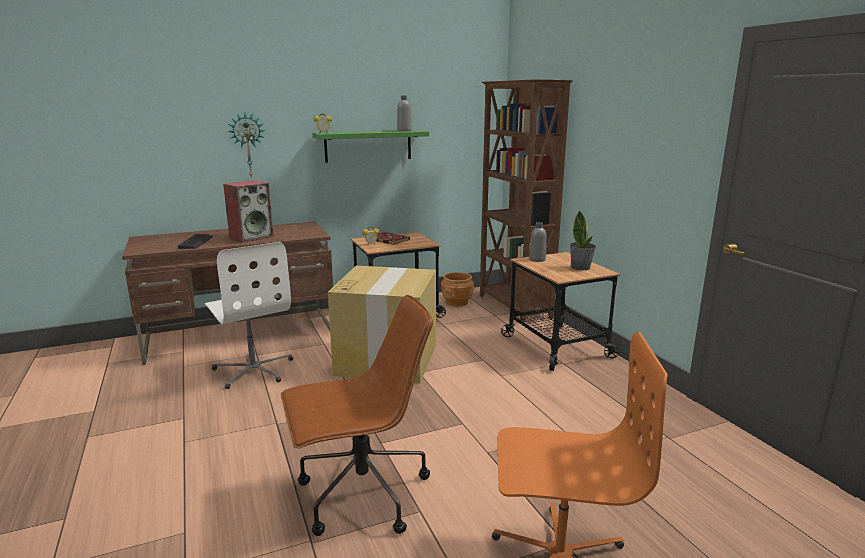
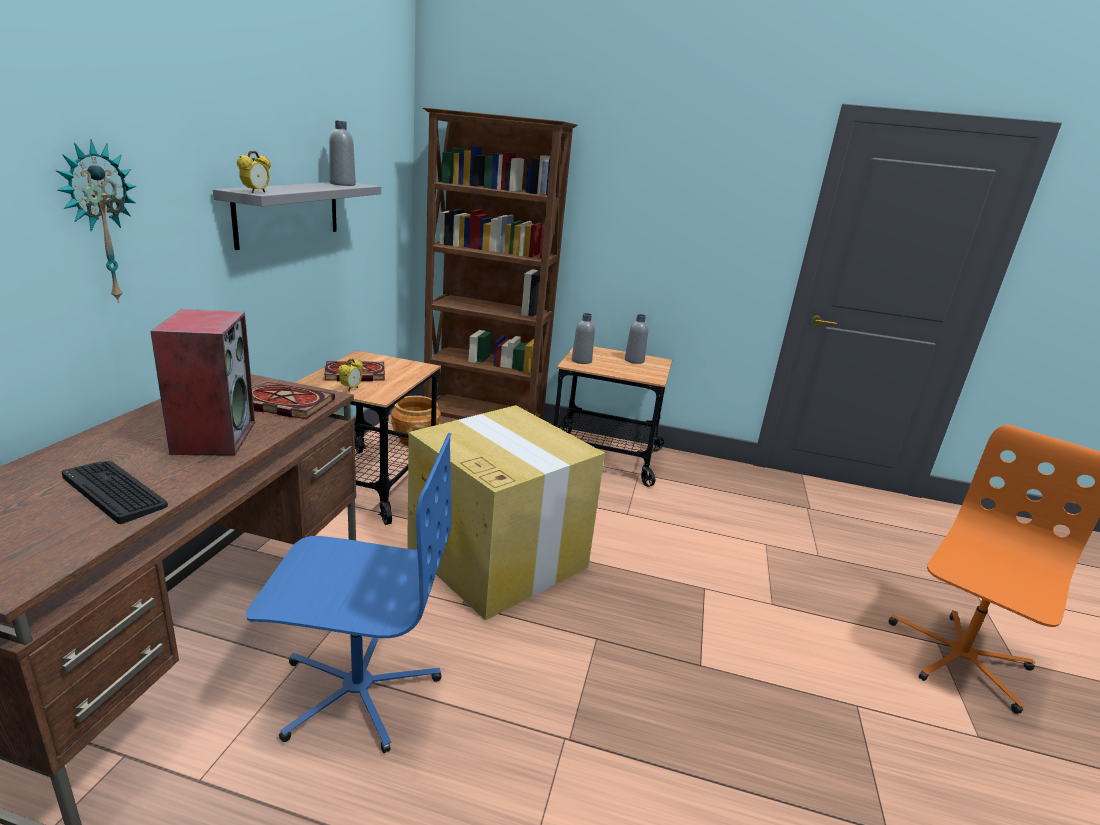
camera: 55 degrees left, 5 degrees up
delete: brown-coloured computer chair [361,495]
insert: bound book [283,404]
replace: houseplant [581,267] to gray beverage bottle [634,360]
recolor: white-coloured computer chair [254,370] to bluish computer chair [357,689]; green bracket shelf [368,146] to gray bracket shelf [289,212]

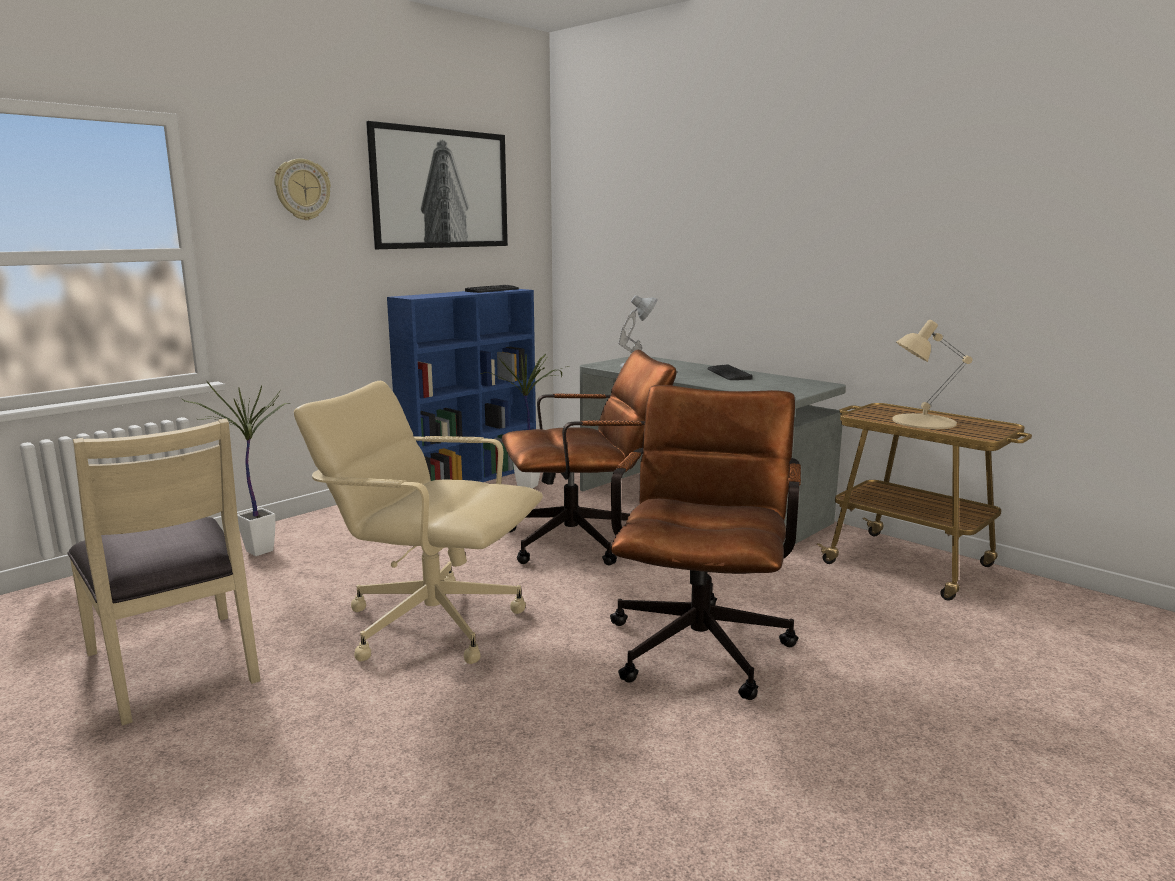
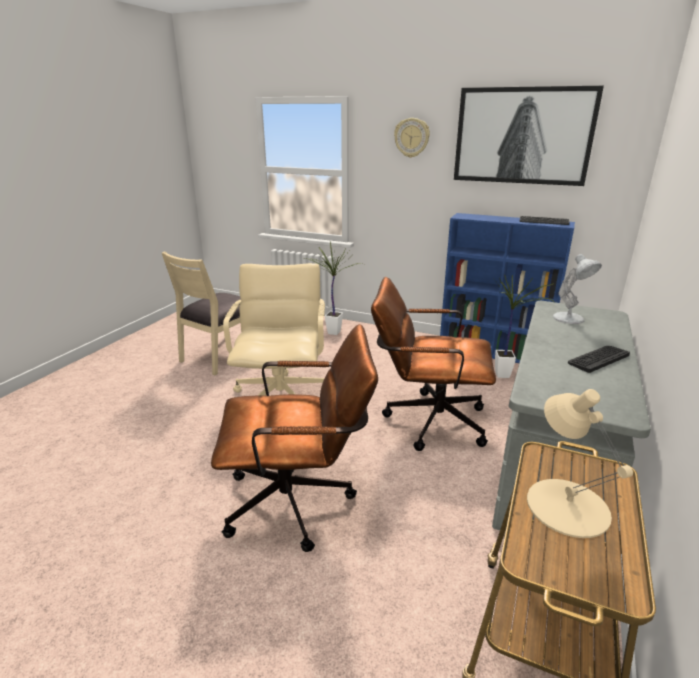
camera: 70 degrees right, 10 degrees up
rotate: brown-coloured computer chair [585,540] = [426,420] 135 degrees clockwise

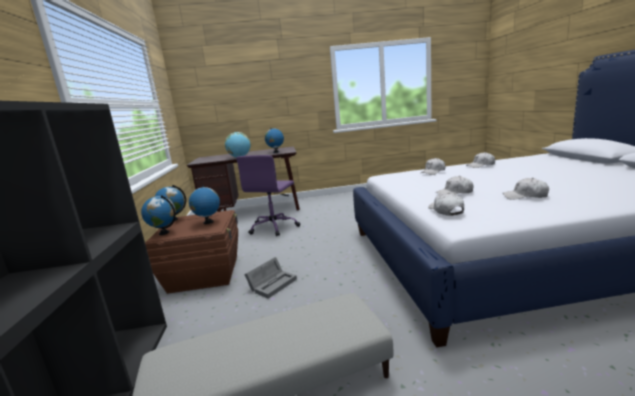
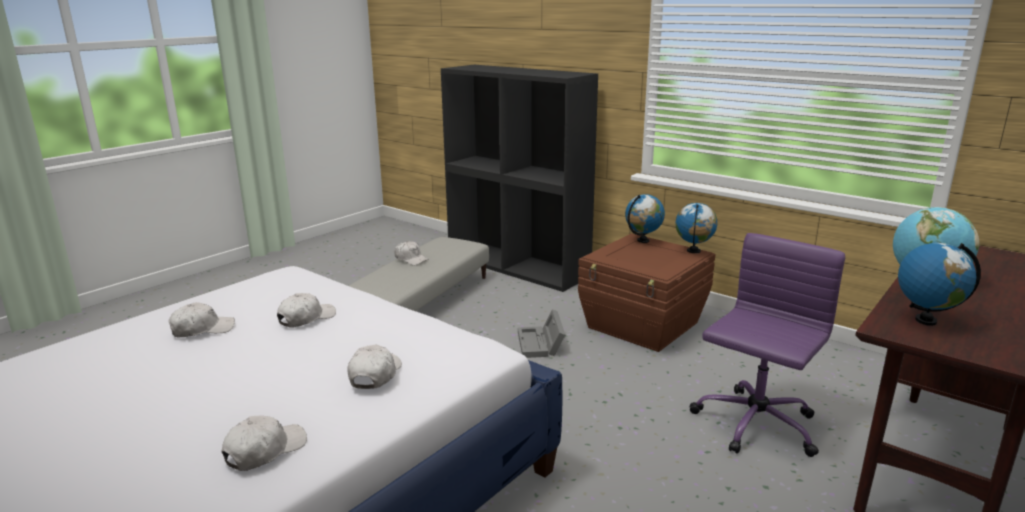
camera: 135 degrees right, 5 degrees up
delete: globe [208,222]
move: white-coloured baseball cap [445,211] to [411,259]
rotate: purplish computer chair [274,227] = [754,425] 60 degrees clockwise

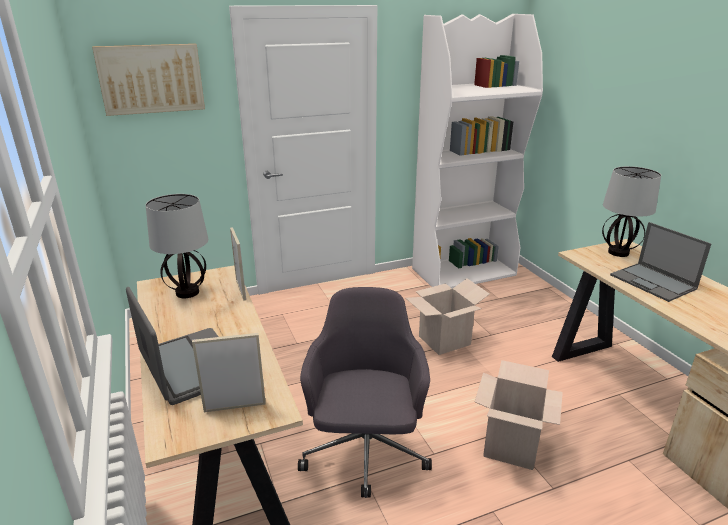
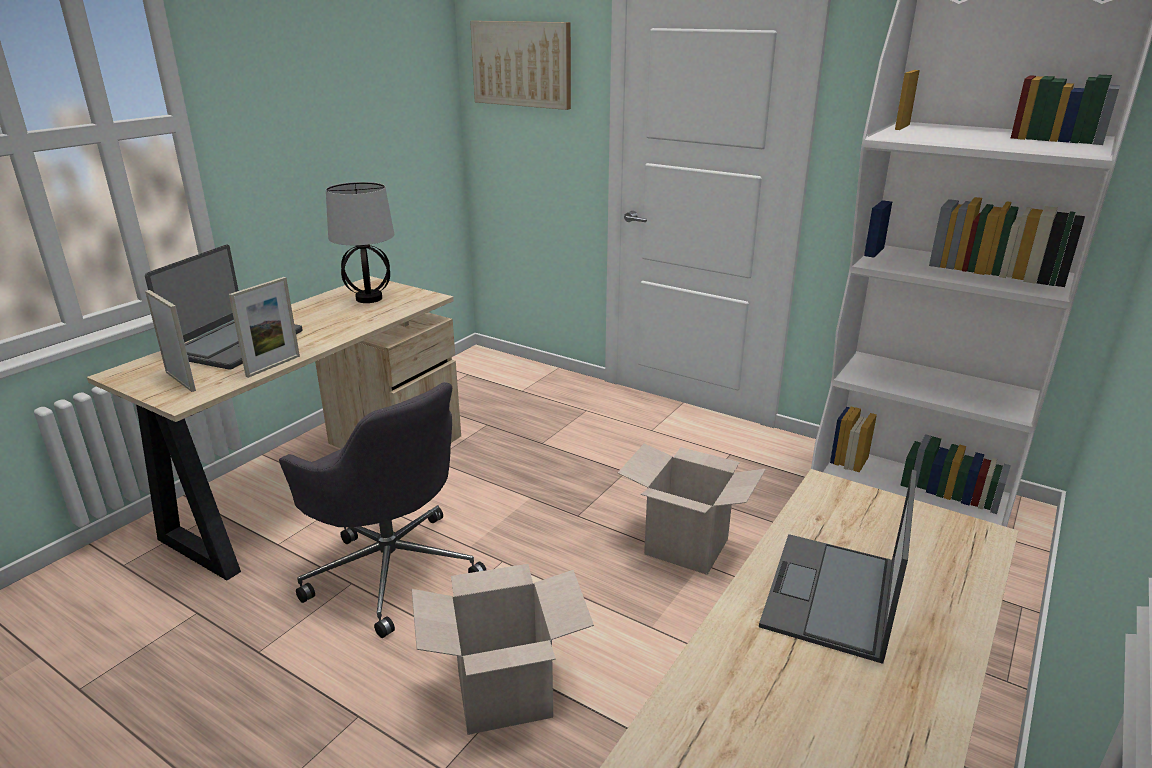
camera: 55 degrees right, 0 degrees up
delete: tabletop lamp [618,252]
move: photo frame [241,290] to [273,366]
rotate: gray computer chair [365,452] = [391,569] 75 degrees clockwise

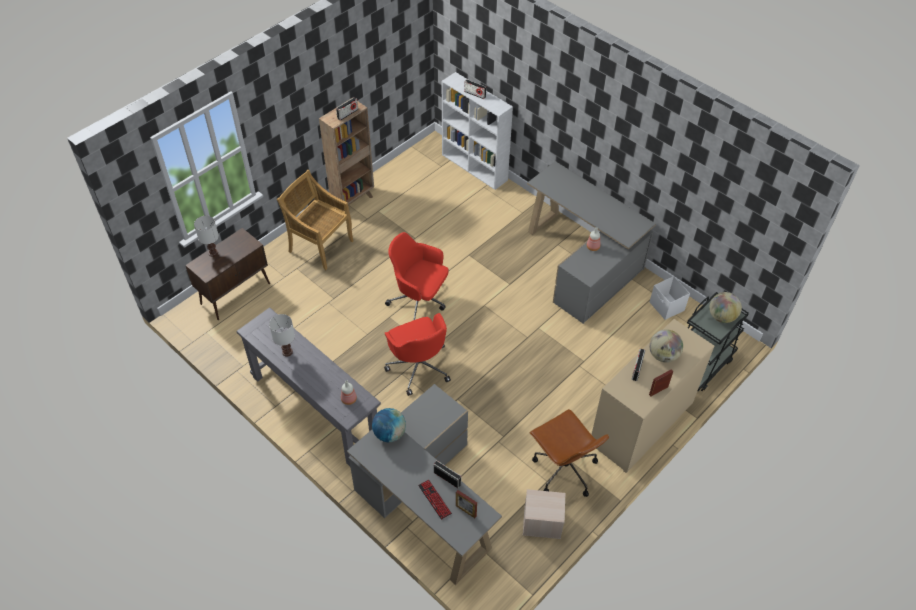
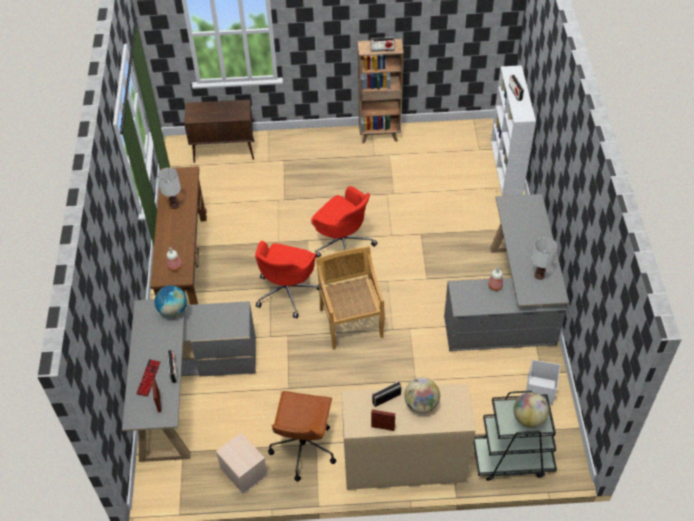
camera: 45 degrees right, 0 degrees up
move: white-coloured tabletop lamp [213,253] to [539,275]; sand-coloured chair [320,245] to [351,322]
recolor: gray narrow table [315,409] to brown-coloured narrow table [186,269]
rotate: red-coloured computer chair [419,300] = [343,243] 150 degrees clockwise

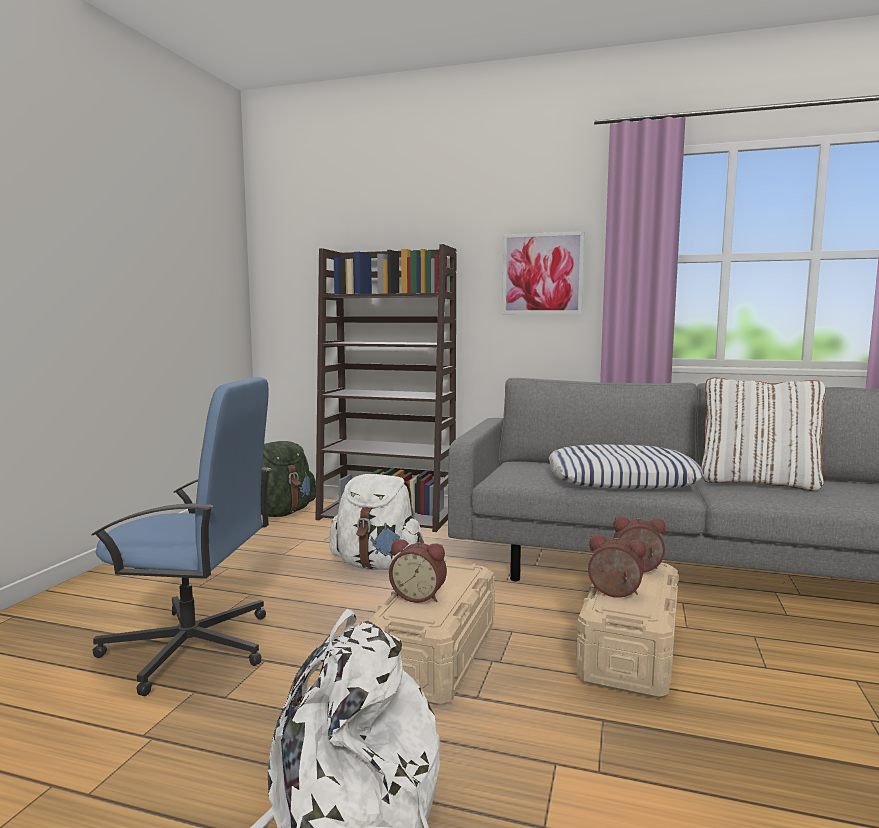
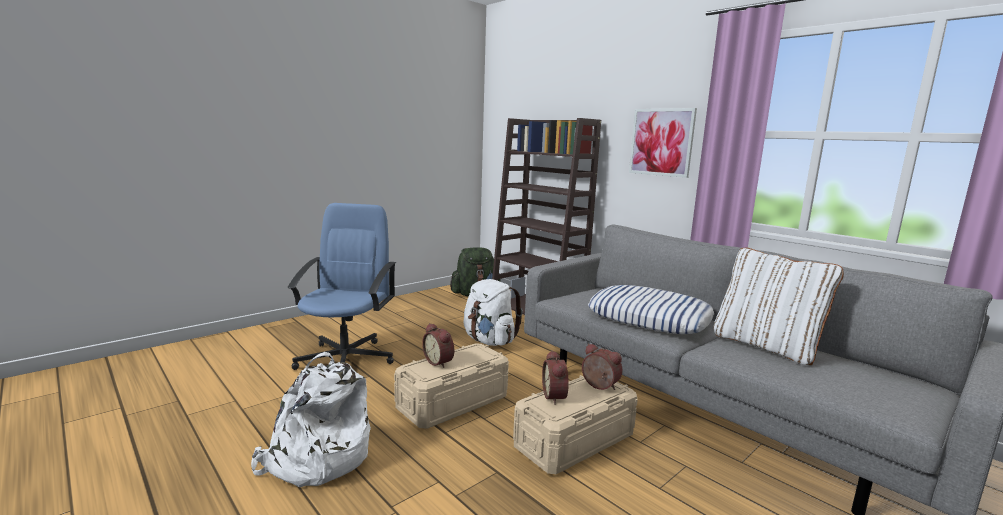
camera: 30 degrees right, 5 degrees up
rotate: bluish computer chair [192,648] = [346,359] 120 degrees counterclockwise; bedside clock [614,594] = [556,396] 150 degrees counterclockwise

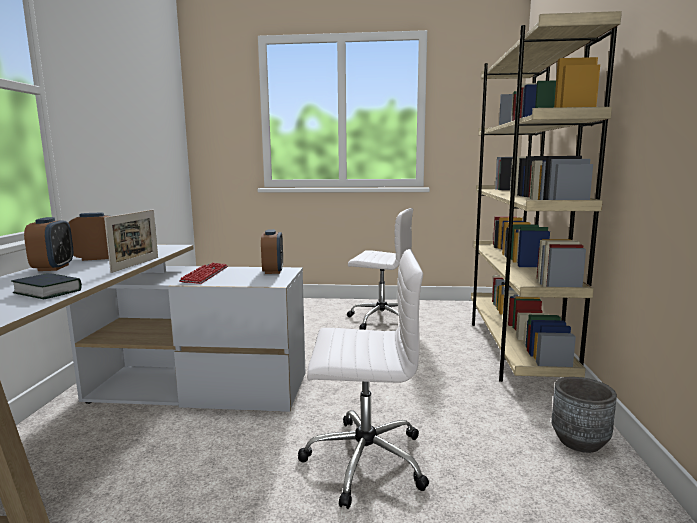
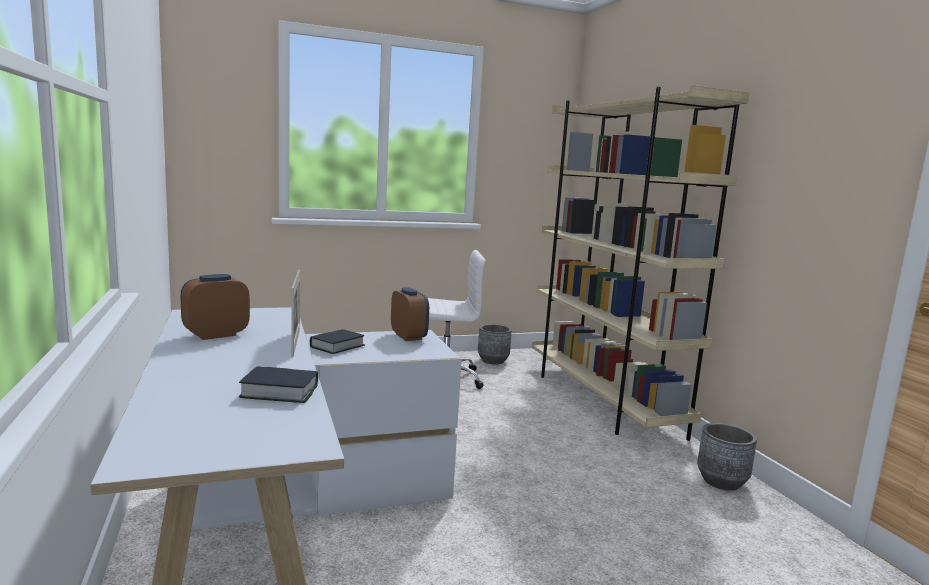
camera: 25 degrees left, 0 degrees up
delete: bedside clock [53,268]; white-coloured computer chair [363,460]
insert: gray plant pot [493,360]
replace: computer keyboard [205,275] to bound book [337,346]

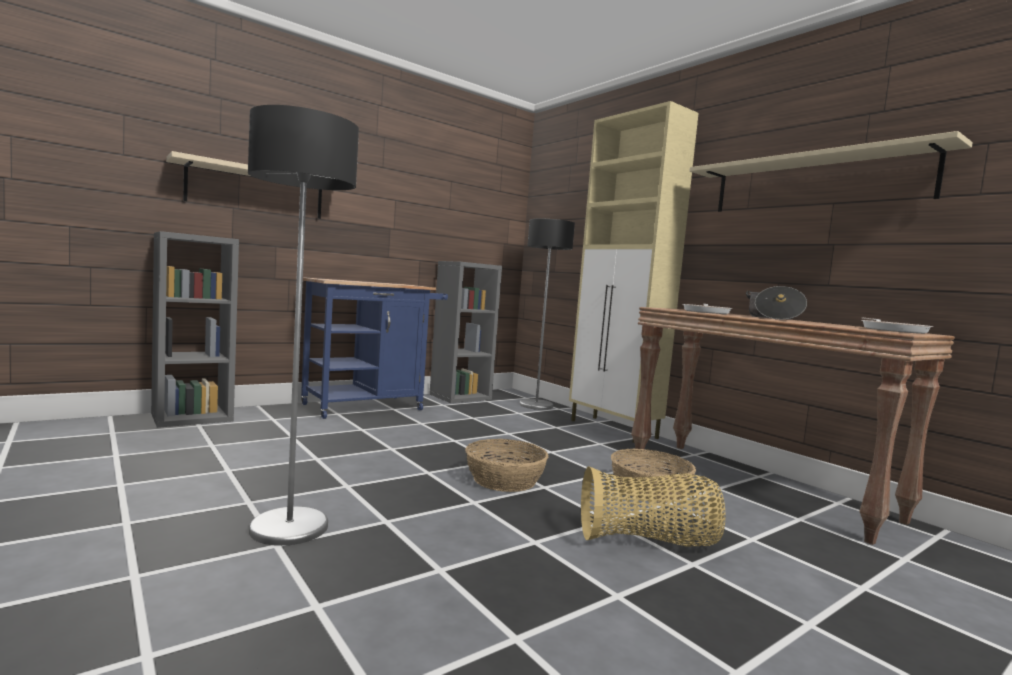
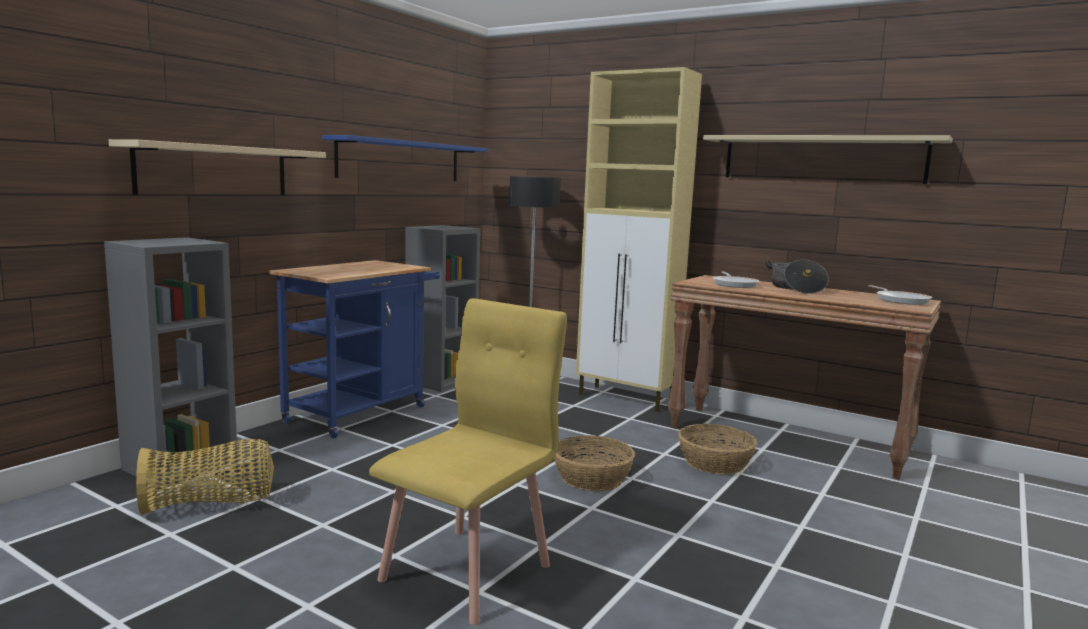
camera: 20 degrees left, 5 degrees up
insert: bluish bracket shelf [401,161]
move: household basket [648,541] to [210,504]
replace: standing lamp [290,528] to yellowish chair [468,572]

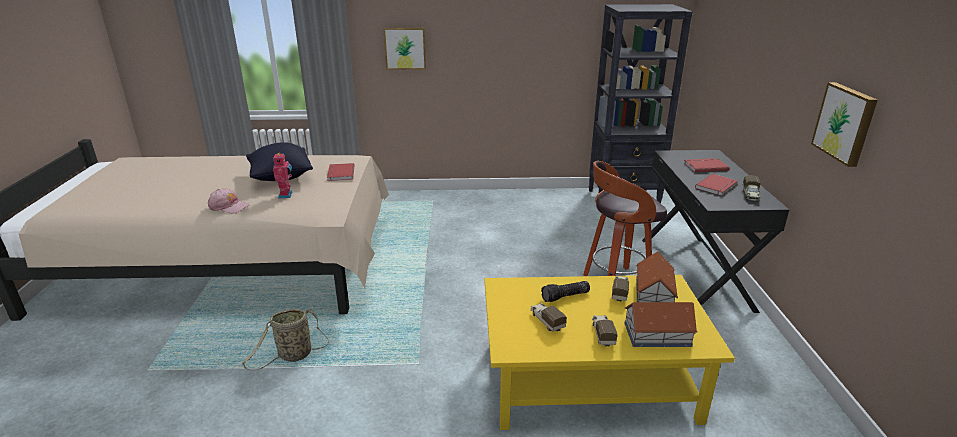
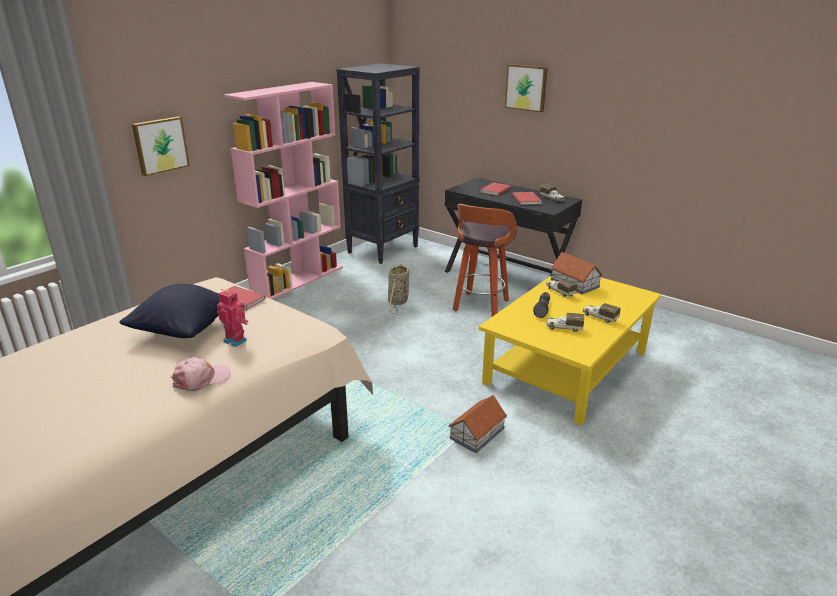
camera: 50 degrees left, 0 degrees up
insert: pink-coloured bookshelf [298,279]
move: household basket [293,356] to [397,302]; model house [658,335] to [478,433]; picture [845,123] to [526,87]

